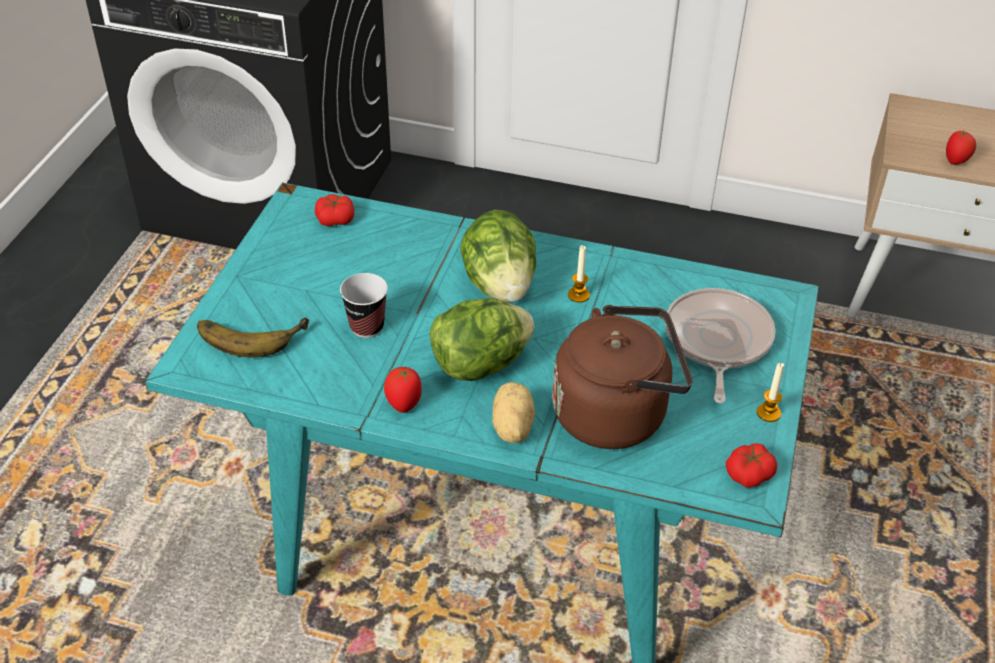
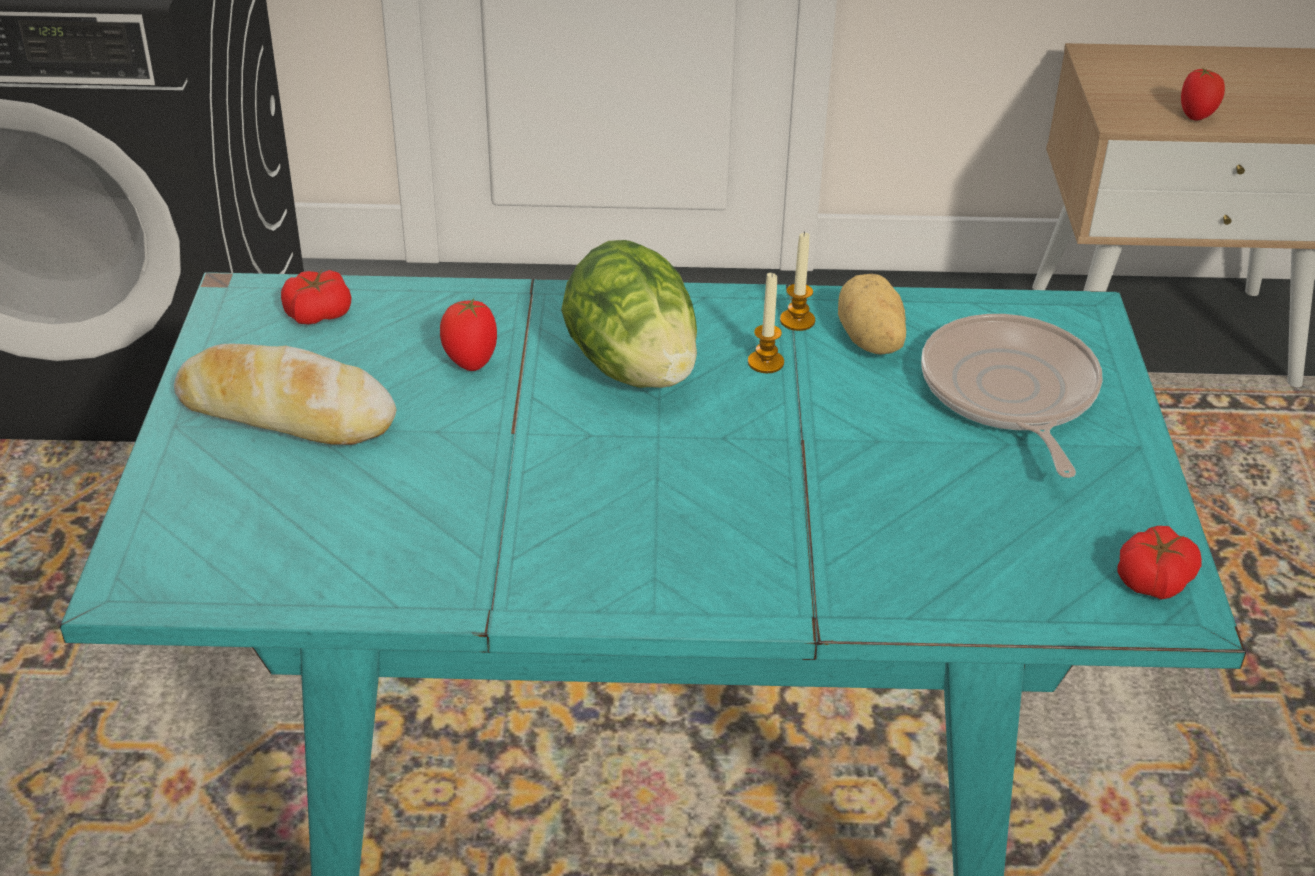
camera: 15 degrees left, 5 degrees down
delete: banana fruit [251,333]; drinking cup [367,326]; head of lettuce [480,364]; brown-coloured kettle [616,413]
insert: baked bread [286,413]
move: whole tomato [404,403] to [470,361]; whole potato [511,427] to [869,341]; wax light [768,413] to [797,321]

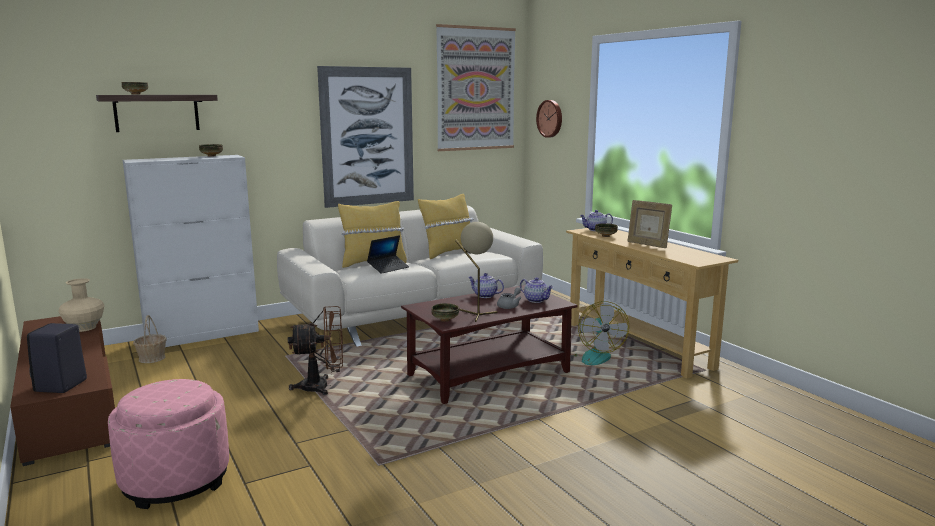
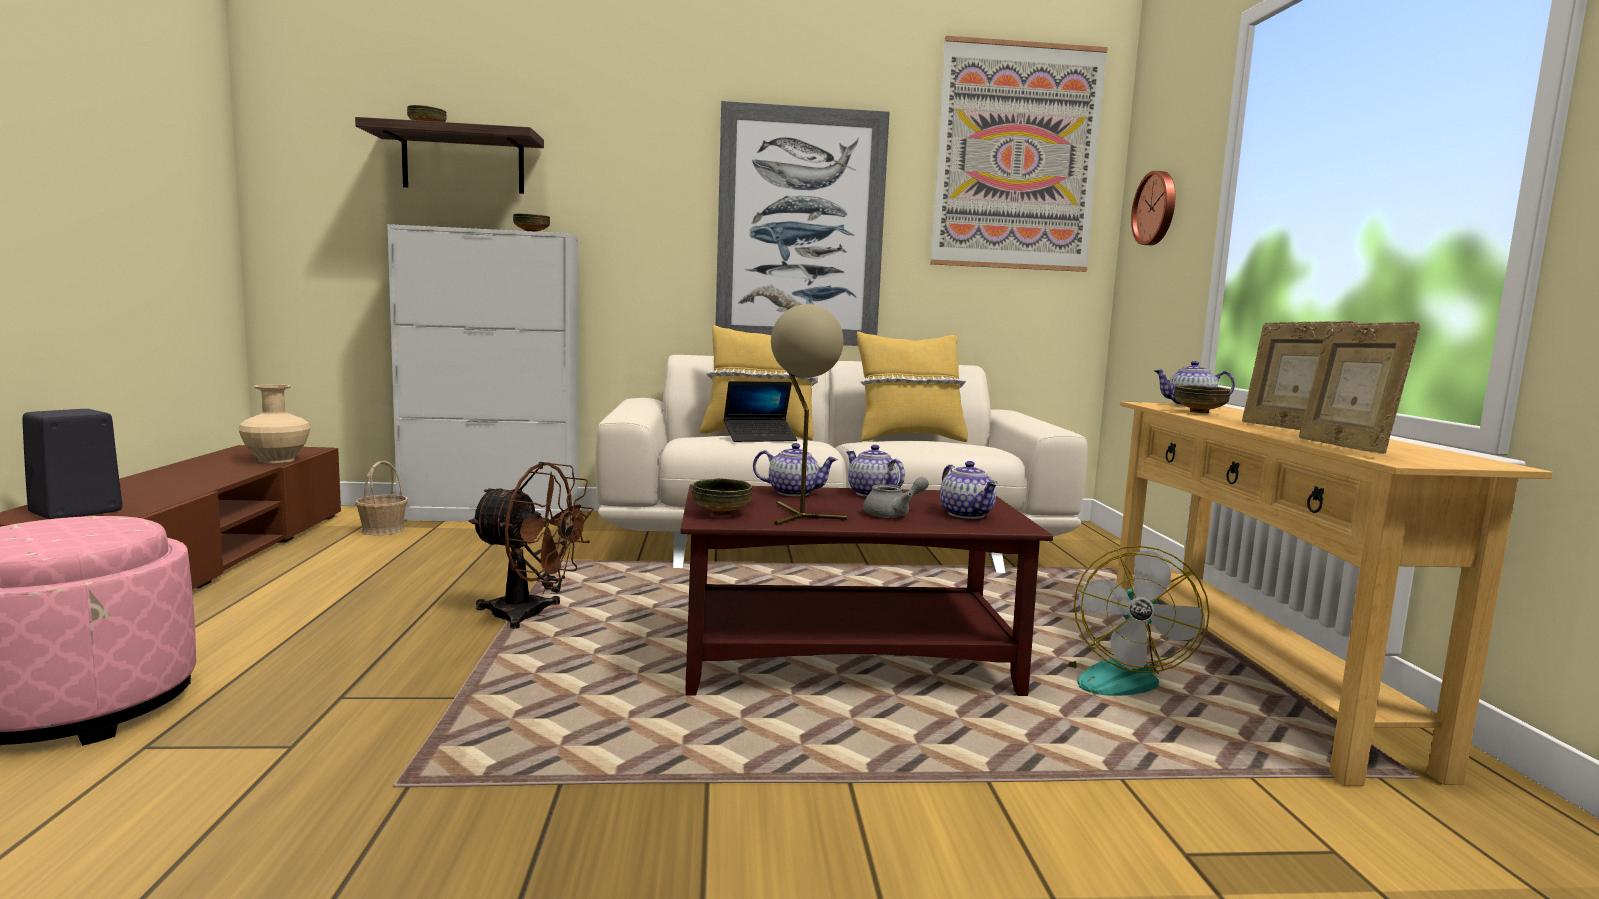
camera: 25 degrees right, 5 degrees down
insert: teapot [794,492]; photo frame [1344,447]

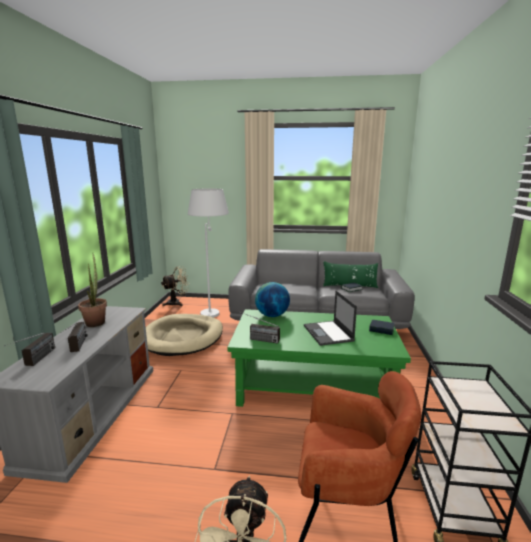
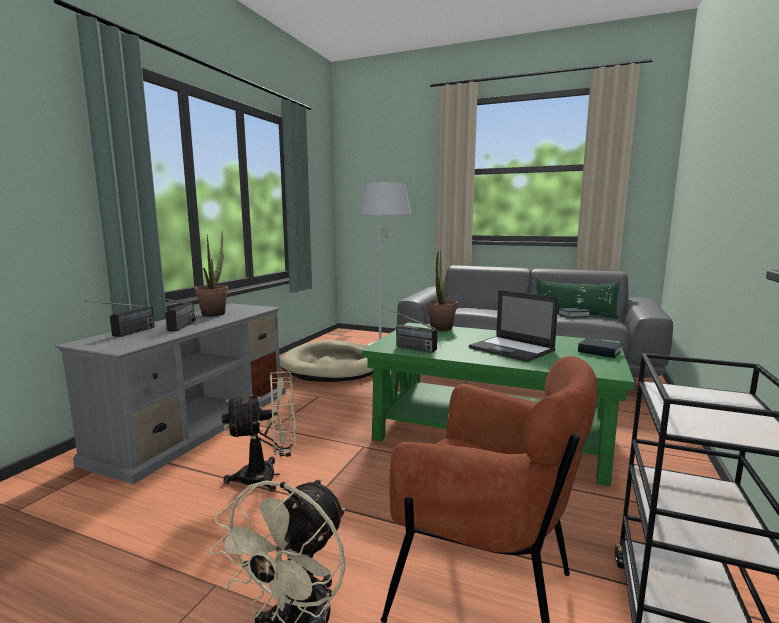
camera: 15 degrees right, 5 degrees down
move: sand-coloured electric fan [177,303] to [268,476]
replace: globe [272,315] to houseplant [440,329]
rotate: notebook computer [328,333] = [512,349] 45 degrees counterclockwise

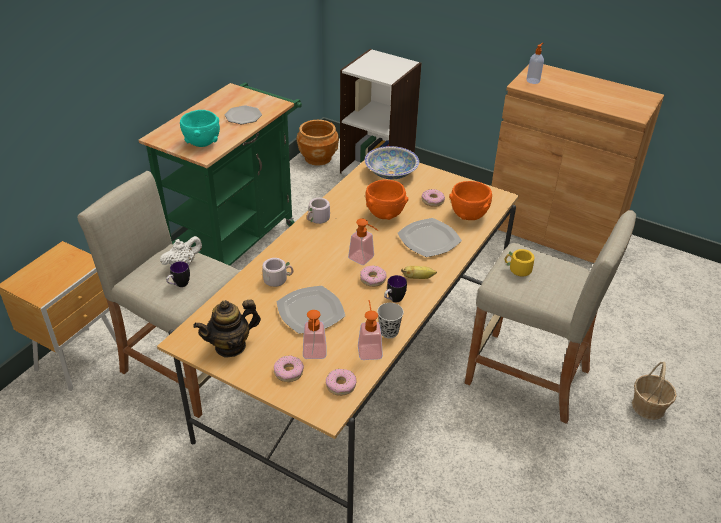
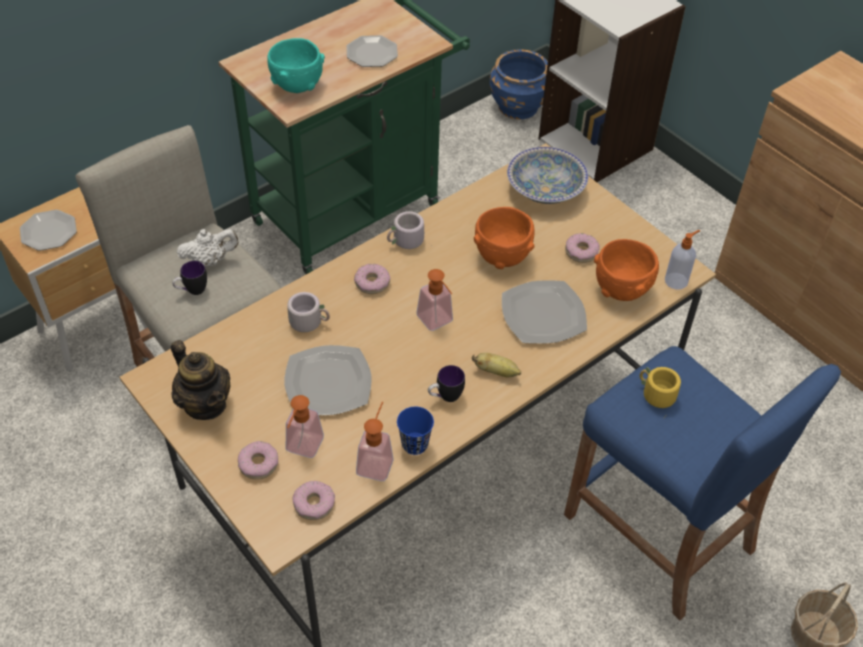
camera: 20 degrees right, 10 degrees up
insert: flat dish [48,232]
move: ring doughnut [373,279] to [372,283]; soap bottle [533,80] to [677,280]
recolor: brown-coloured plant pot [318,158] to bluish plant pot [518,106]; black-coloured drinking cup [389,332] to bluish drinking cup [415,444]; sand-coloured sitting stool [527,376] to bluish sitting stool [658,532]
rotate: teapot [230,346] = [205,404] 120 degrees counterclockwise

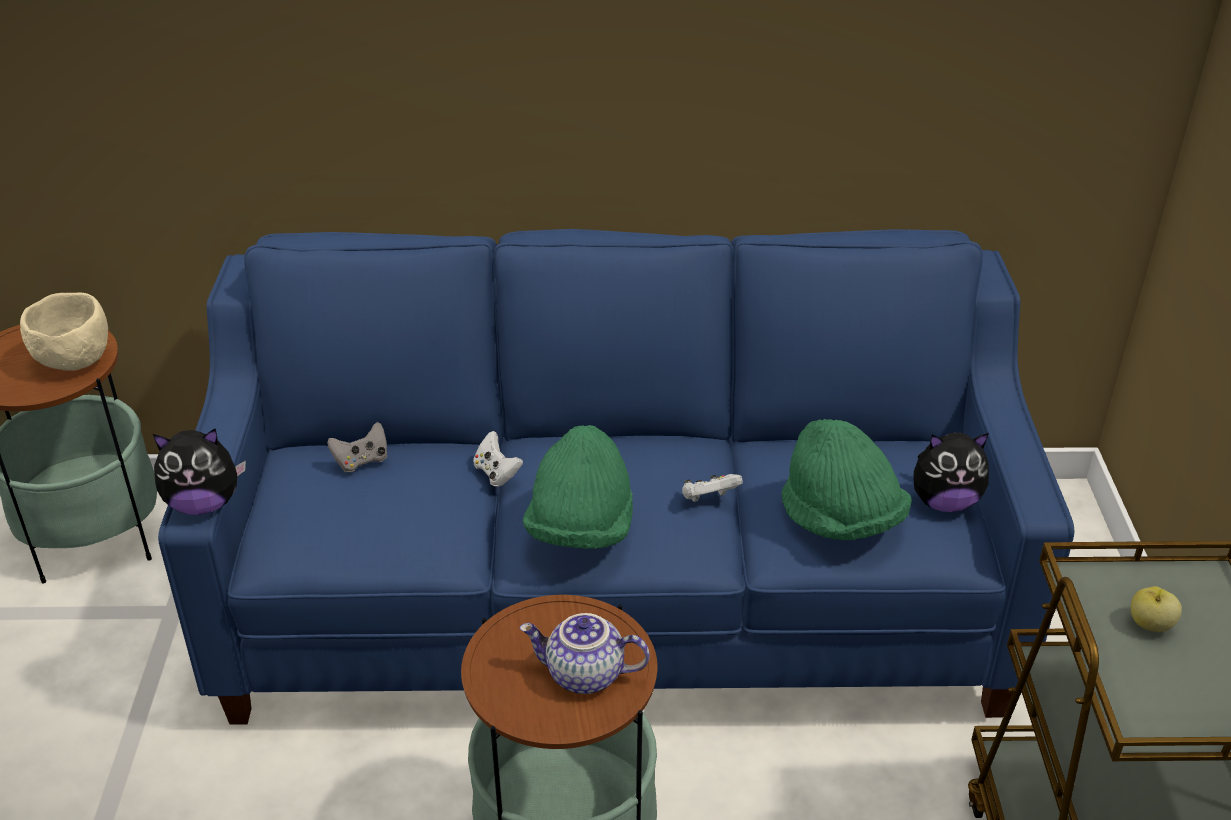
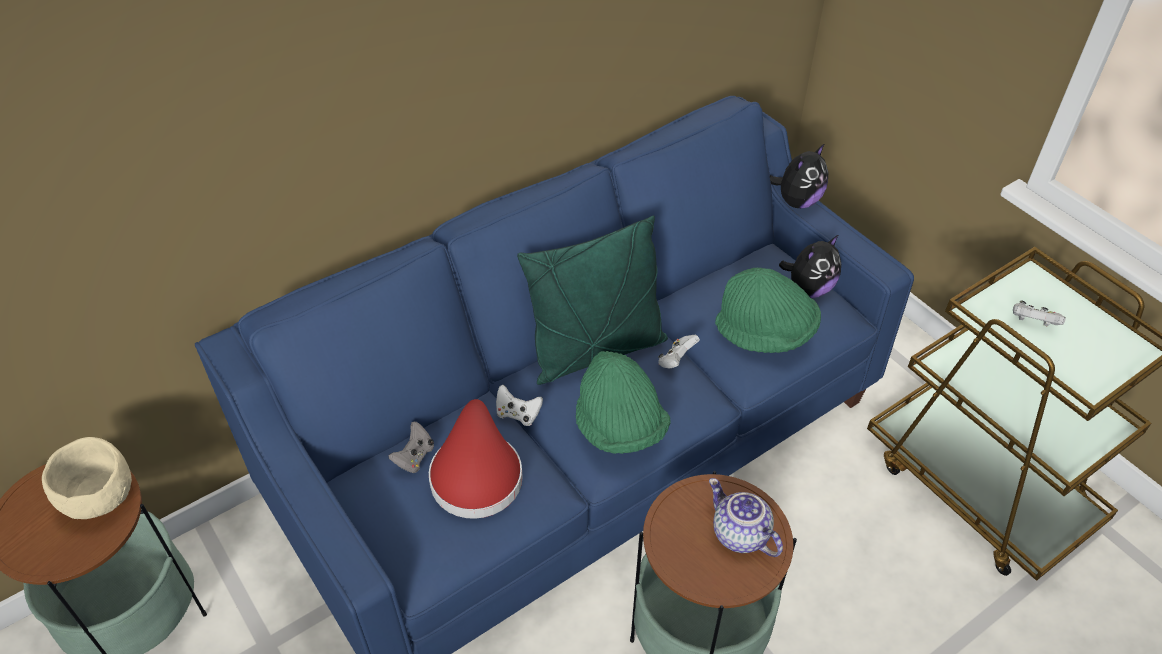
camera: 35 degrees left, 10 degrees up
insert: red-coloured wearable hat [476,473]; green throw pillow [596,350]
move: cuddly toy [204,504] to [797,201]
replace: apple [1149,624] to white-coloured joypad [1032,323]
rotate: teapot [584,675] = [739,534] 75 degrees clockwise

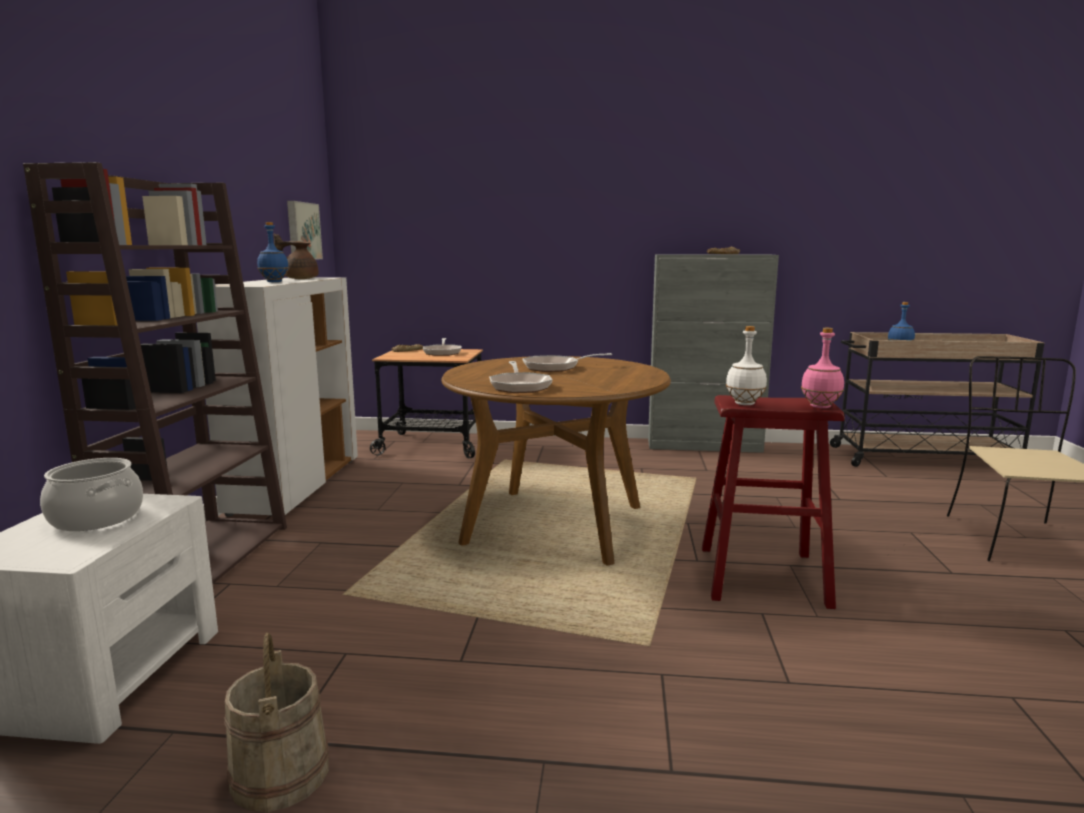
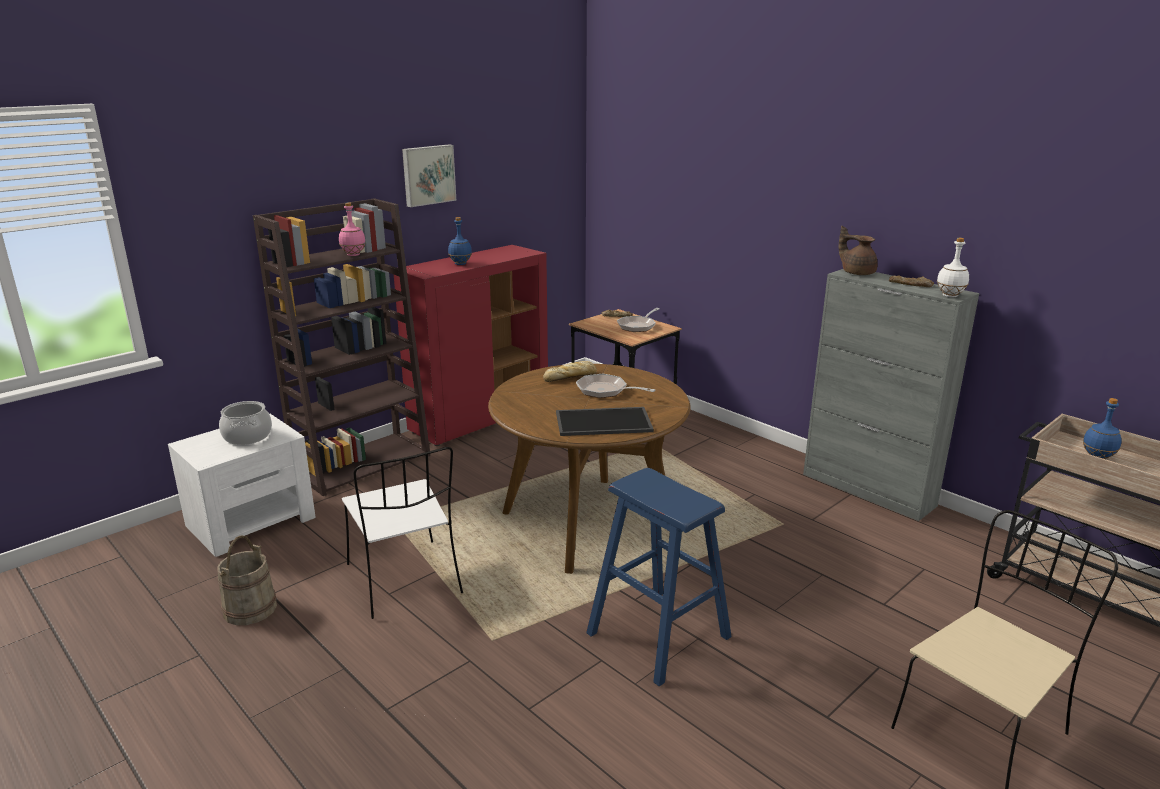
camera: 40 degrees right, 10 degrees up
delete: pan [519,386]
insert: white-coloured chair [405,580]; baked bread [571,376]; tray [604,421]
move: brown-coloured teapot [299,279] to [857,273]; picture [302,231] to [428,175]; white-coloured beverage bottle [745,404] to [950,296]; pink-coloured beverage bottle [820,407] to [353,255]
recolor: white-coloured cabinet [296,485] to red-coloured cabinet [480,418]; red-coloured sitting stool [763,576] to bluish sitting stool [658,635]

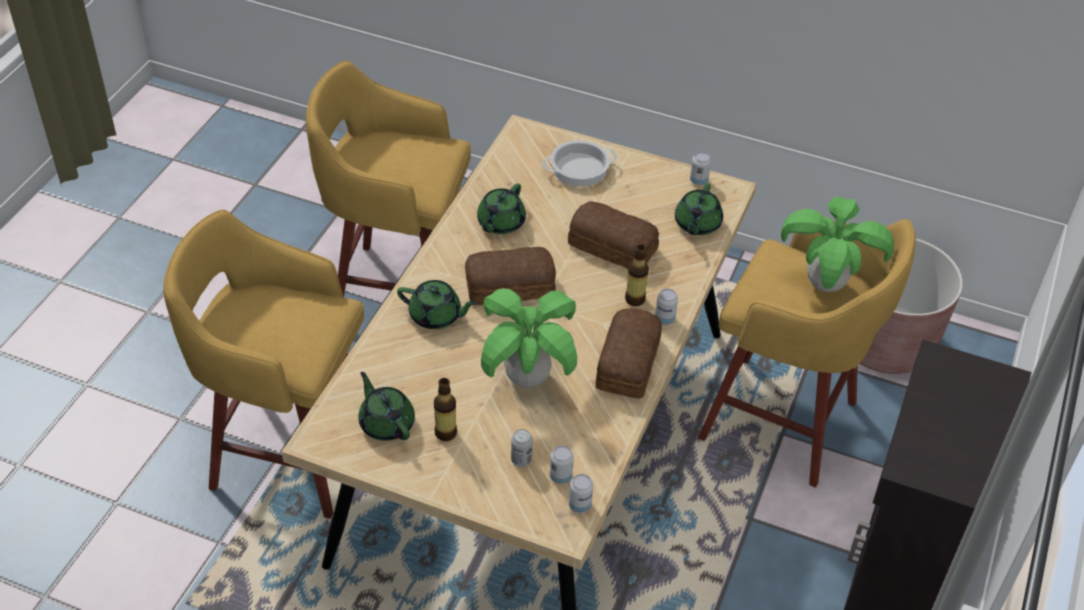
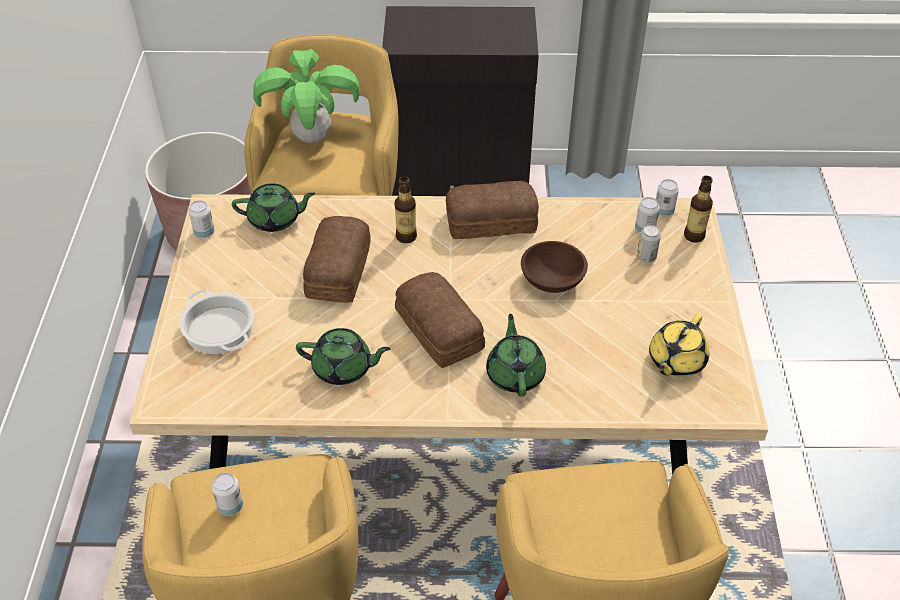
camera: 110 degrees left, 0 degrees up
move: beverage bottle [445,433] to [694,236]; sealed can [664,319] to [230,506]
replace: houseplant [527,378] to brown-coloured deep dish [553,281]
recolor: green teapot [386,423] to yellowish teapot [675,361]

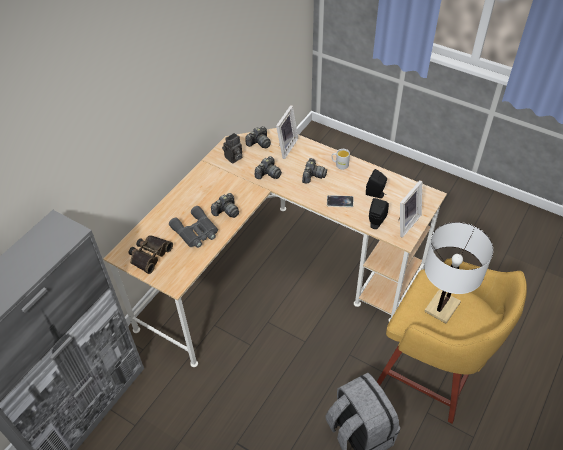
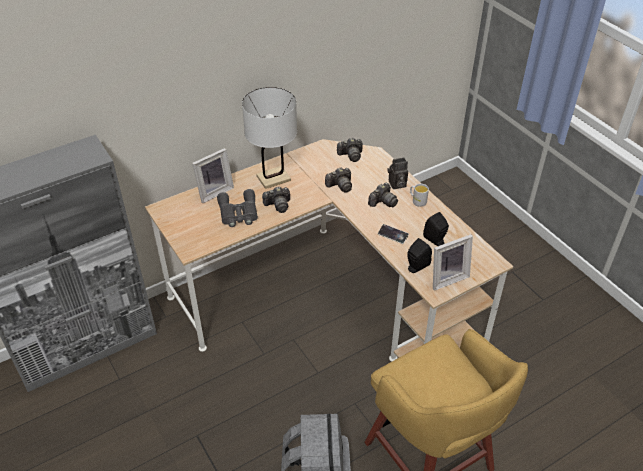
camera: 25 degrees right, 5 degrees down
delete: binoculars [149,255]
move: still camera [233,158] to [396,184]; photo frame [284,146] to [214,191]; white-coloured tabletop lamp [442,307] to [273,178]

